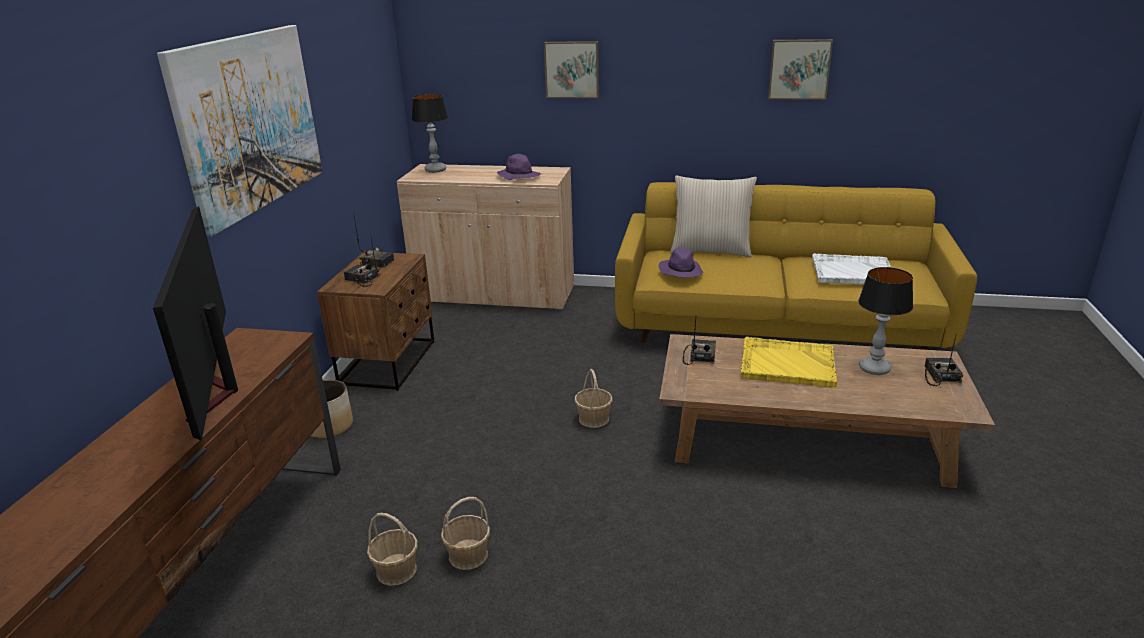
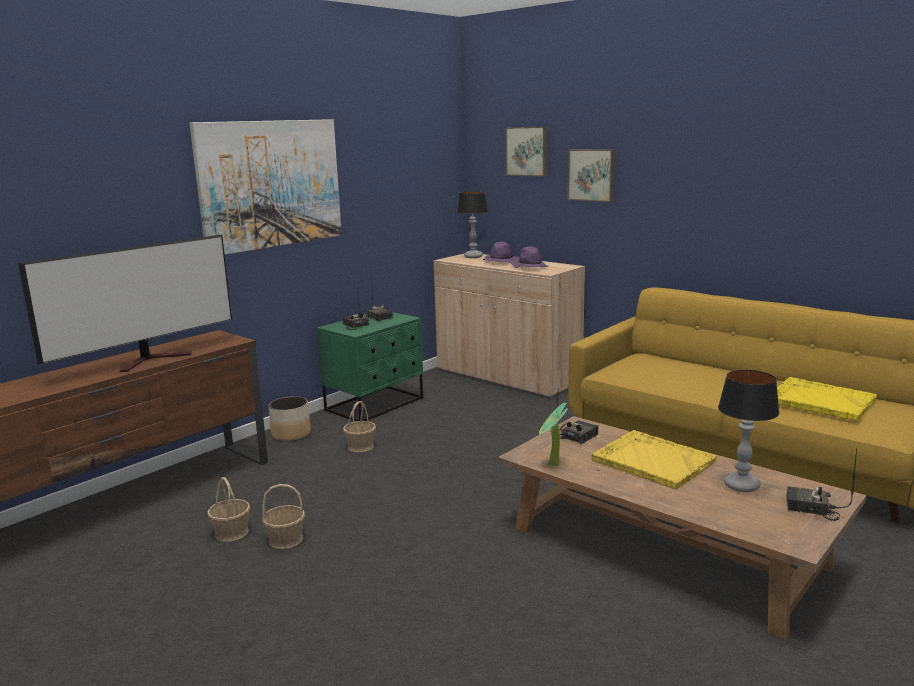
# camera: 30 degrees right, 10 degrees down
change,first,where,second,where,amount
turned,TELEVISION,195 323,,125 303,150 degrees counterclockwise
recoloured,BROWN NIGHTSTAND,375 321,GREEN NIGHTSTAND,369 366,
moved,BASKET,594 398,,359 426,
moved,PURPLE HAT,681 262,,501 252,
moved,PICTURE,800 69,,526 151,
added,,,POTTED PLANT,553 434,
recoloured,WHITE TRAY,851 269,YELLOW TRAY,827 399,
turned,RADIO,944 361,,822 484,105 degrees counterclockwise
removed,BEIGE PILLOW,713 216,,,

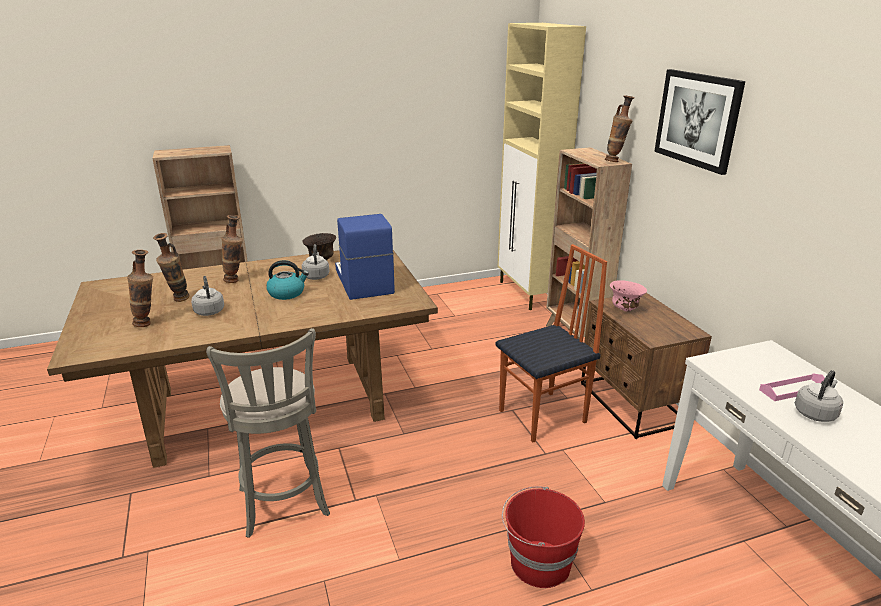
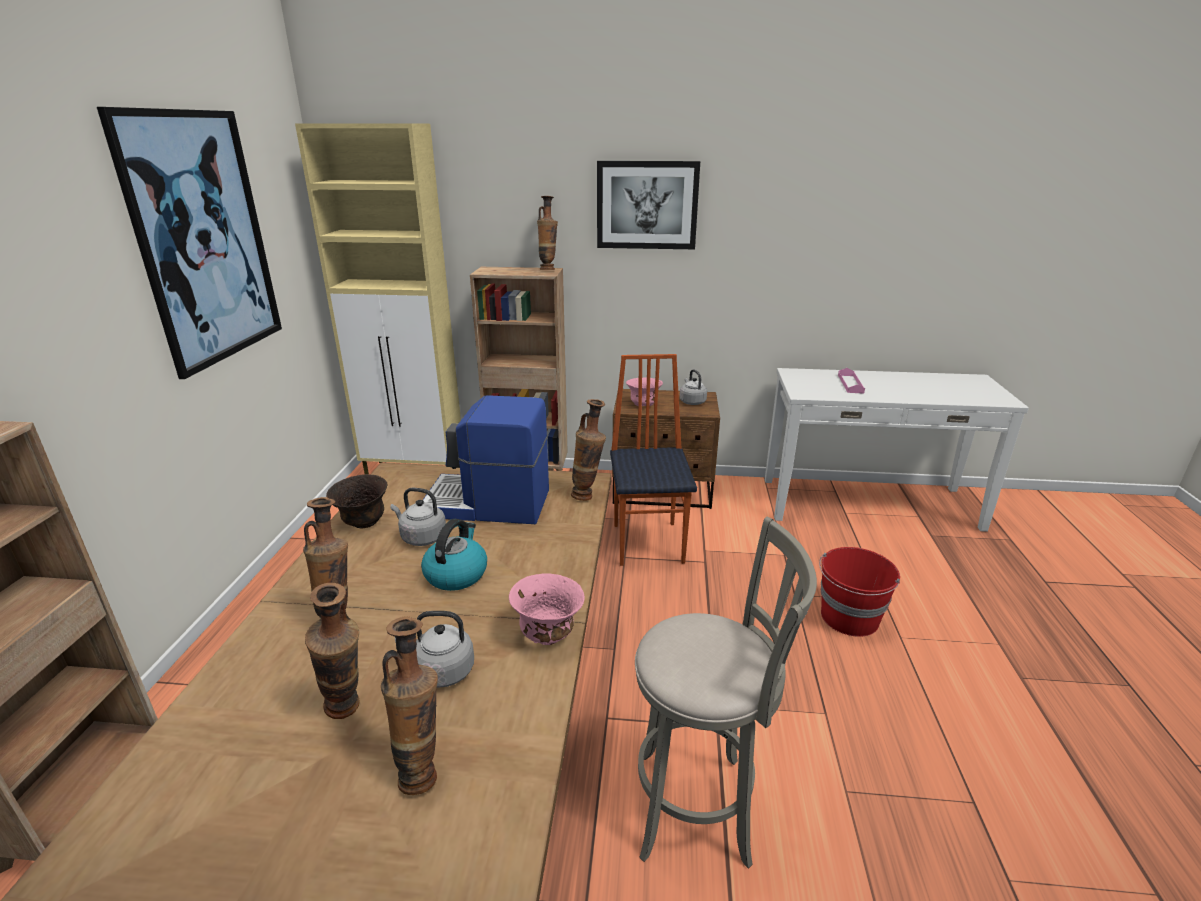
# camera: 65 degrees left, 0 degrees up
change,first,where,second,where,amount
added,,,PICTURE,189 243,
added,,,PINK BOWL,547 609,
added,,,VASE,588 450,
moved,GREY KETTLE,819 396,,693 387,

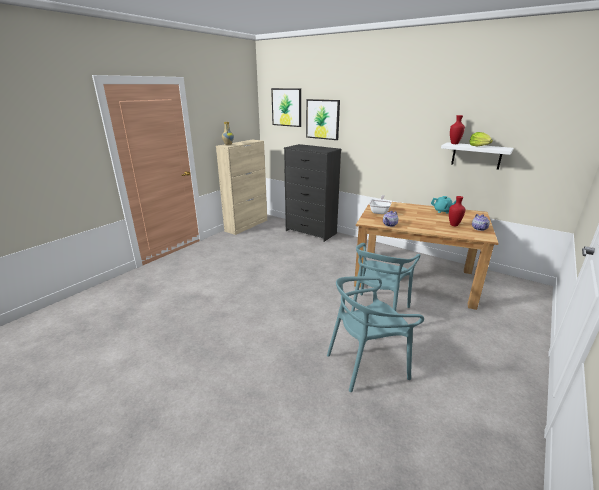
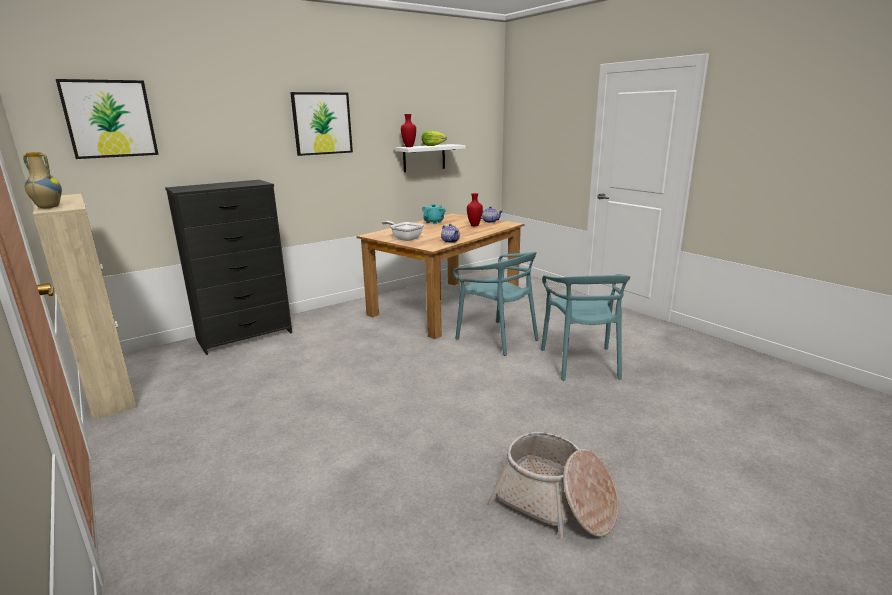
# camera: 70 degrees left, 5 degrees down
change,first,where,second,where,amount
moved,PICTURE,323 119,,321 124,
added,,,BASKET,553 485,

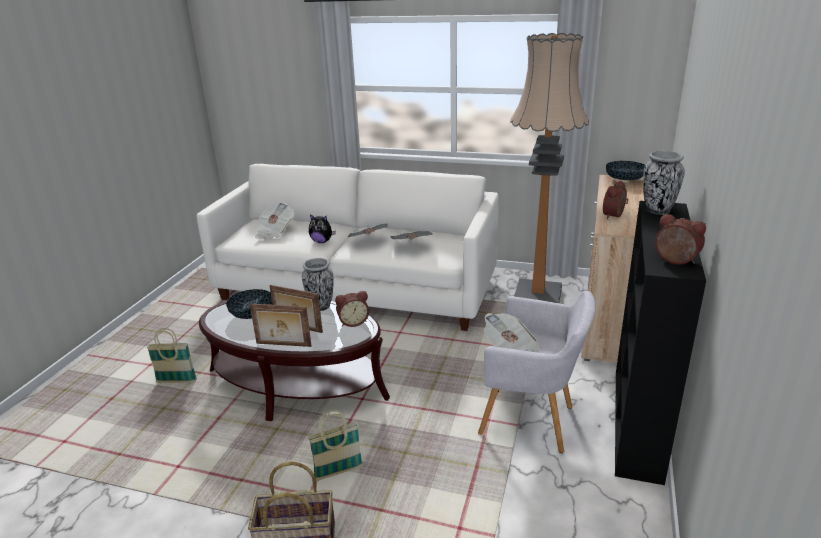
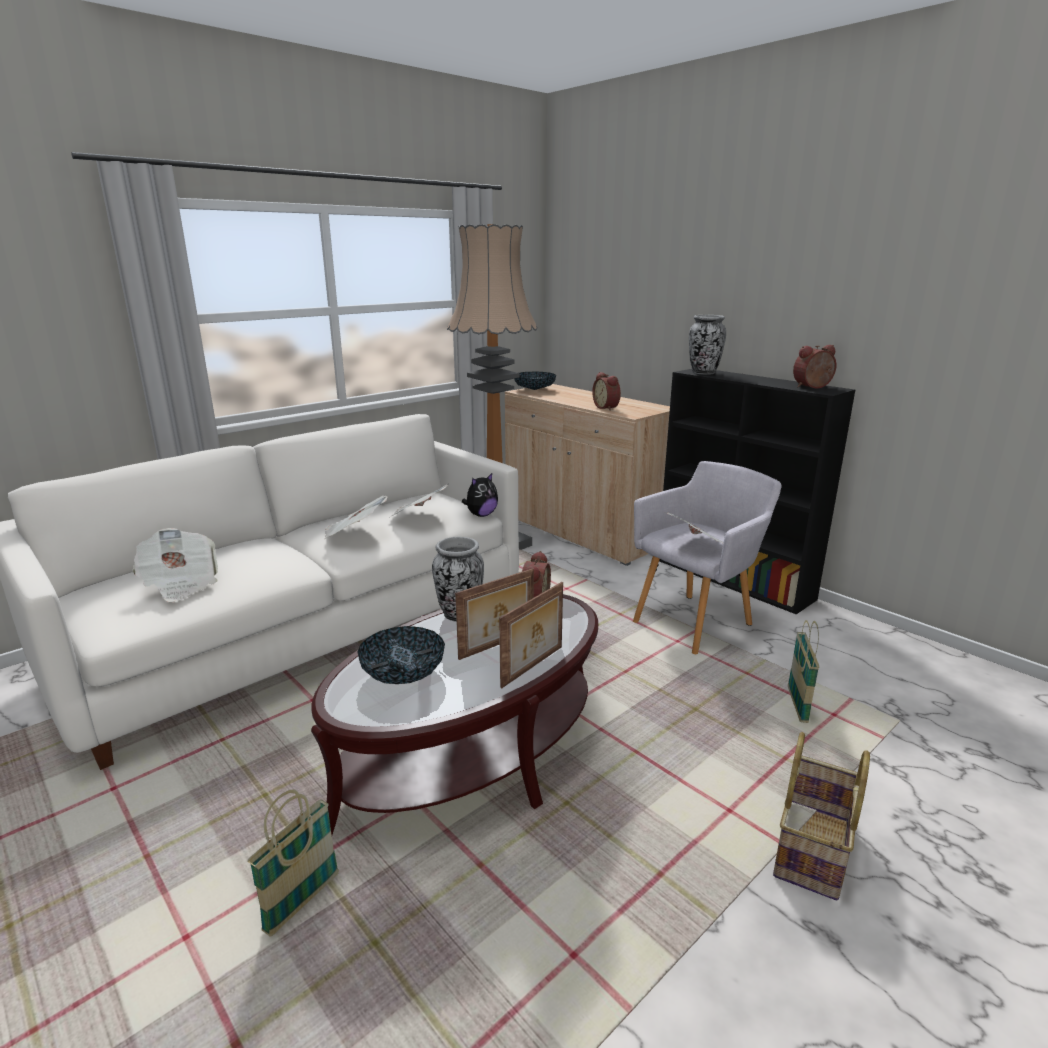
# camera: 60 degrees left, 5 degrees down
change,first,where,second,where,amount
moved,PLUSH TOY,322 228,,480 495,
moved,BASKET,335 445,,803 671,

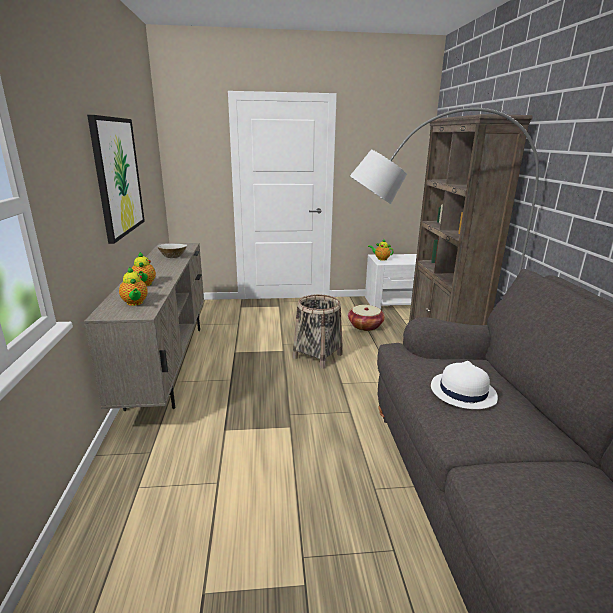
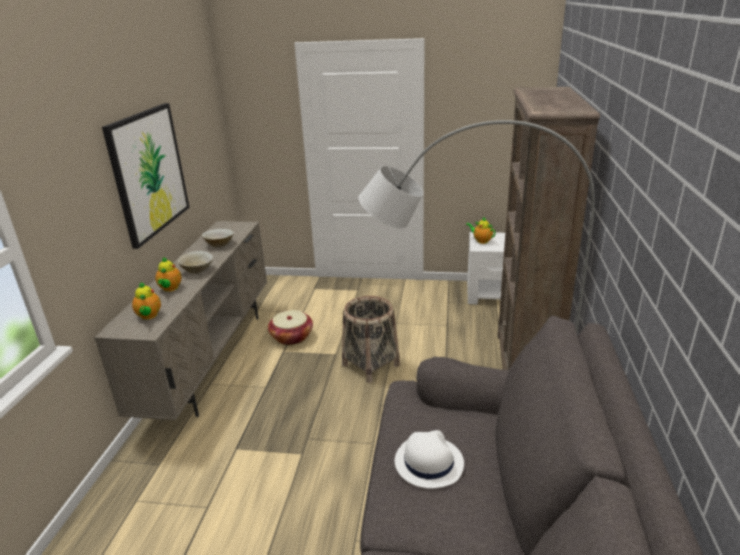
# camera: 15 degrees right, 5 degrees up
change,first,where,second,where,amount
added,,,BEIGE BOWL,195 262,
moved,BASKET,366 318,,290 327,

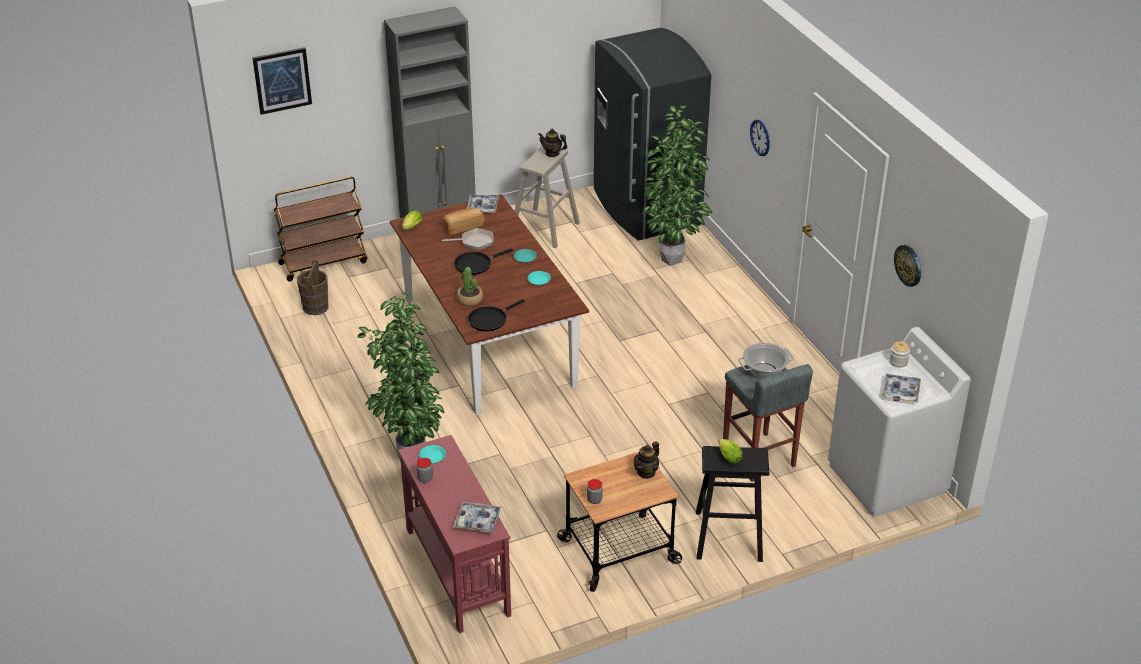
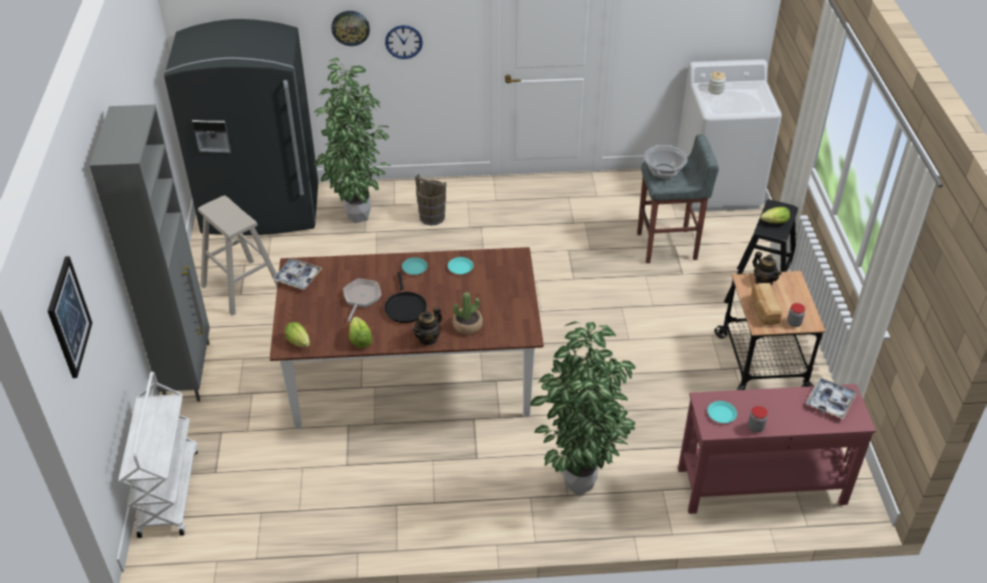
# camera: 70 degrees left, 5 degrees up
change,first,where,second,where,amount
recoloured,BROWN CART,320 229,WHITE CART,158 455,
moved,WALL CLOCK,907 266,,350 28,
added,,,LETTUCE,361 332,
moved,TEAPOT,553 143,,427 326,
moved,BROWN BUCKET,313 287,,430 200,
moved,BREAD,464 221,,766 304,
removed,BLACK FRYING PAN,496 315,,,
removed,TRAY,901 388,,,

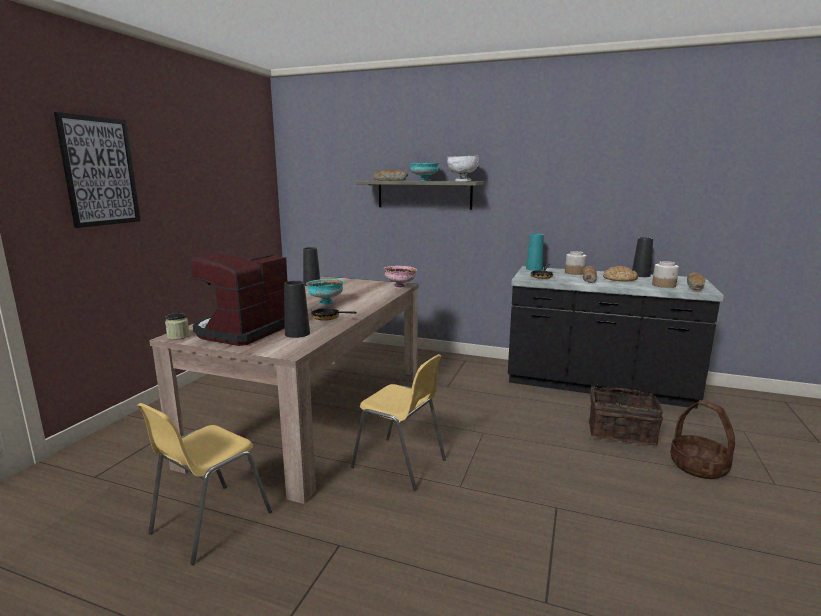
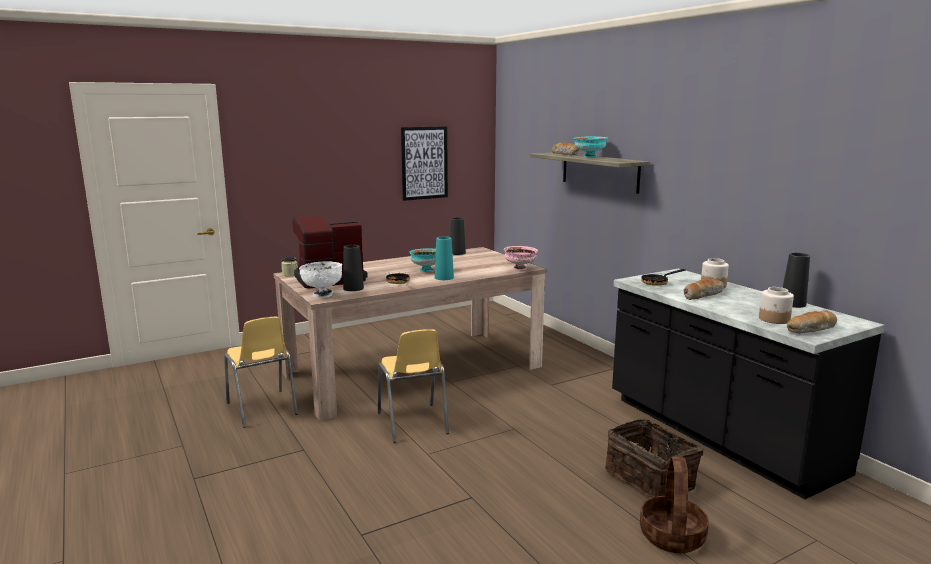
# camera: 40 degrees right, 0 degrees up
change,first,where,second,where,amount
turned,YELLOW CHAIR,204 484,,261 372,105 degrees counterclockwise
moved,WHITE BOWL,463 168,,320 280,
moved,PICTURE,97 170,,424 163,
moved,TURQUOISE VASE,535 252,,444 258,
removed,BREAD,620 273,,,

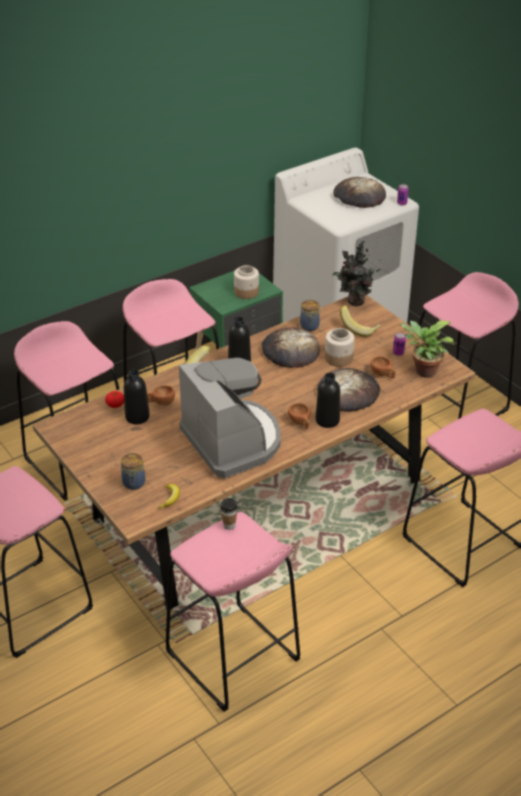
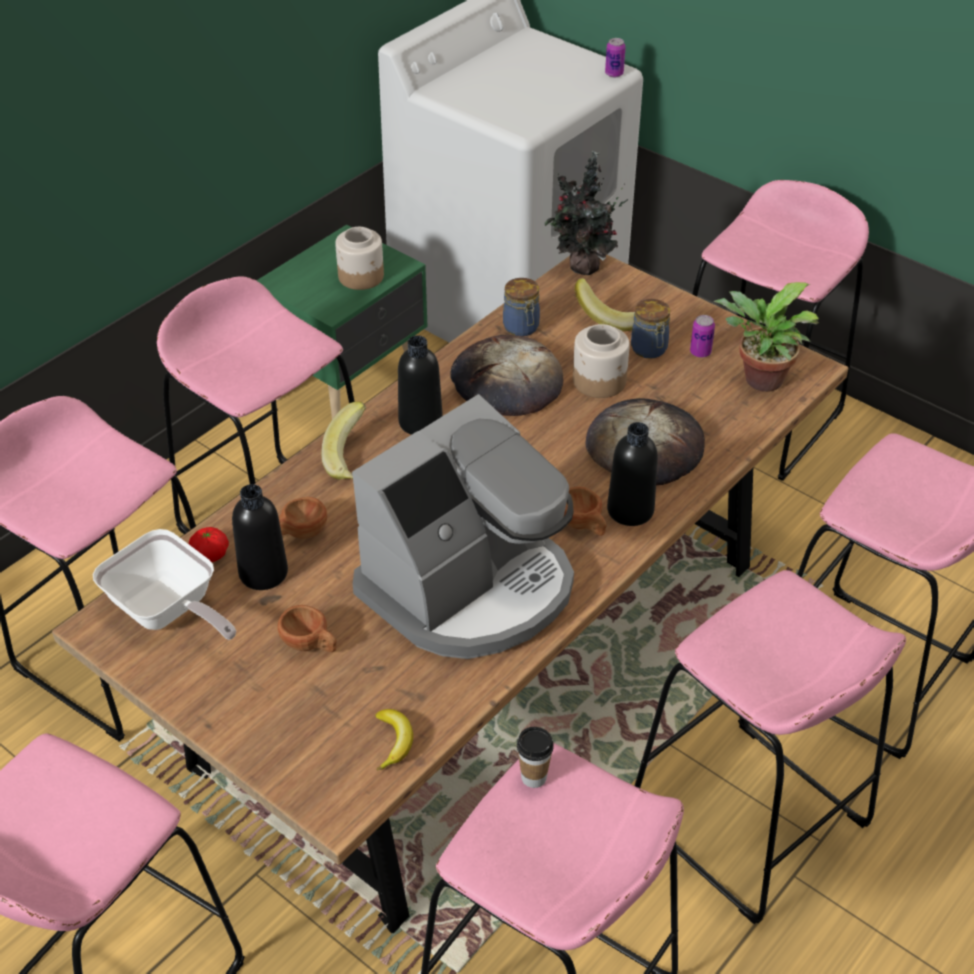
# camera: 15 degrees left, 5 degrees up
change,first,where,second,where,amount
added,,,FRYING PAN,164 584,
moved,BROWN CUP,383 367,,307 628,
turned,COFFEE MACHINE,230 418,,463 526,90 degrees clockwise
moved,JAR,133 471,,650 329,
added,,,PINK STOOL,770 747,
removed,BREAD,359 192,,,

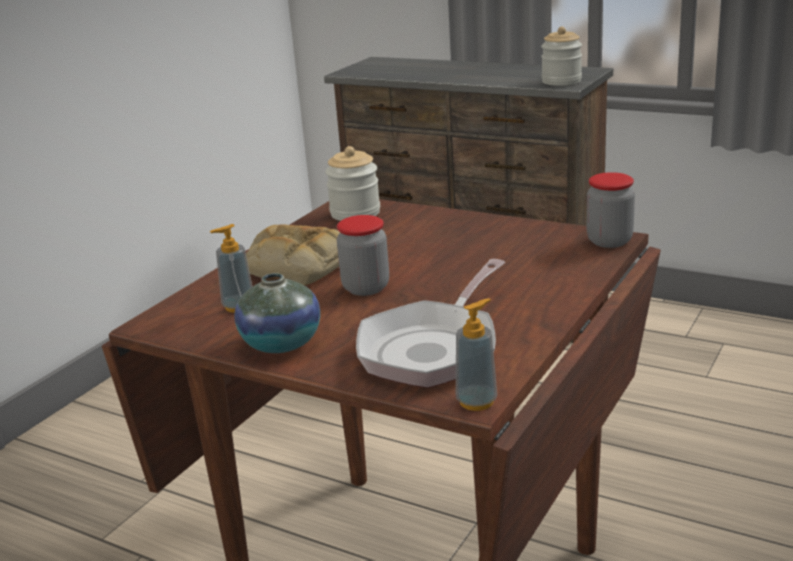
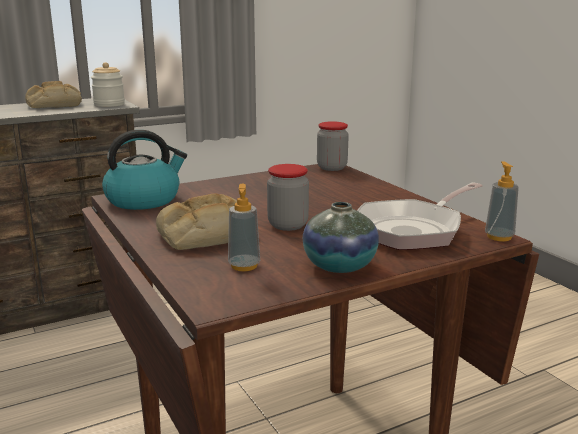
# camera: 60 degrees left, 5 degrees down
change,first,where,second,where,amount
added,,,BREAD,53 94,
replaced,JAR,352 183,KETTLE,144 170,
turned,FRYING PAN,430 323,,420 216,75 degrees clockwise

